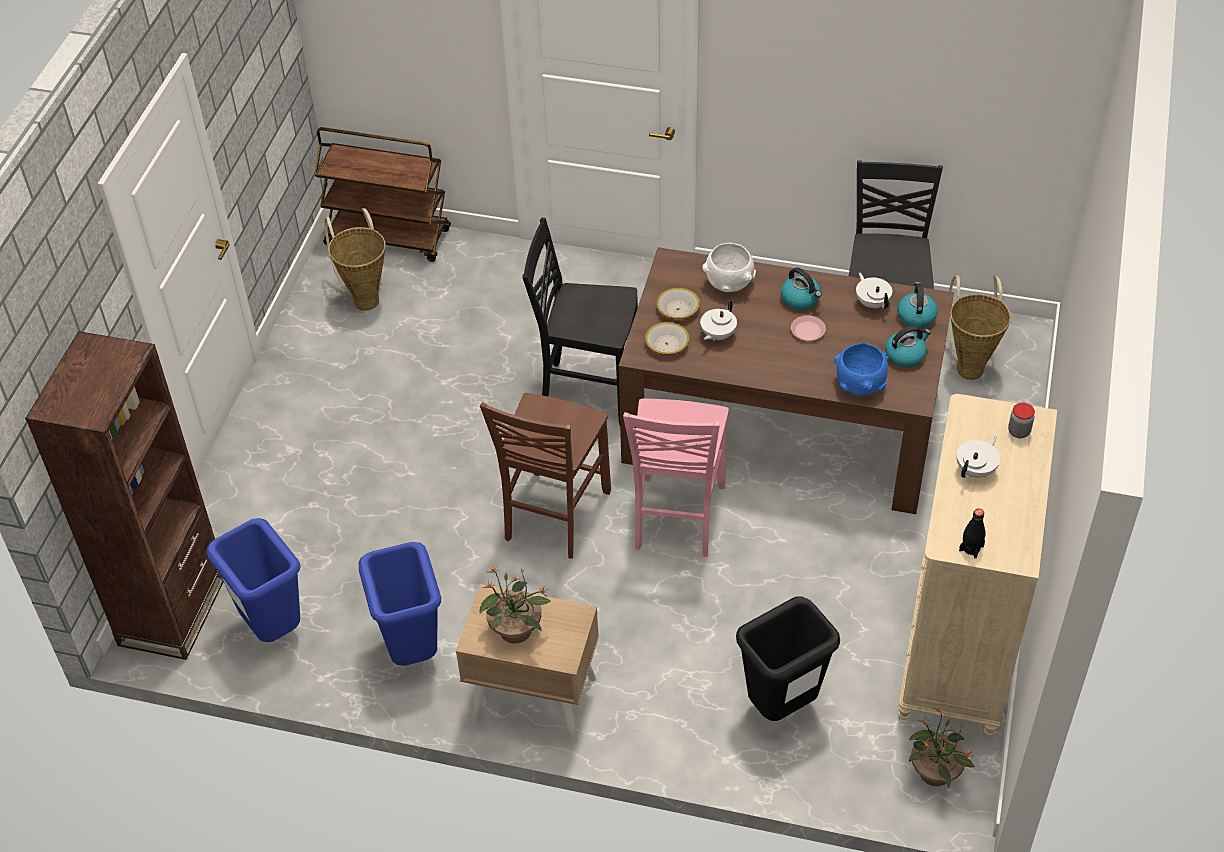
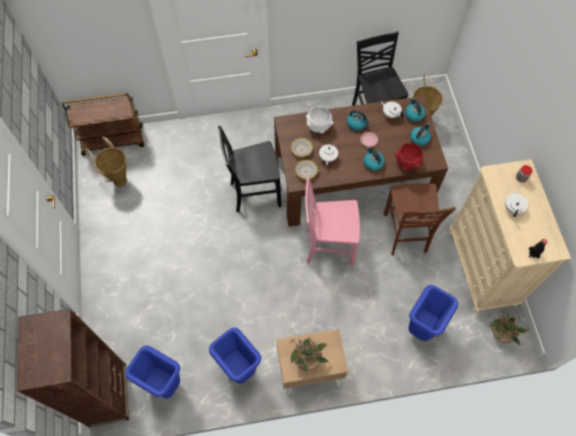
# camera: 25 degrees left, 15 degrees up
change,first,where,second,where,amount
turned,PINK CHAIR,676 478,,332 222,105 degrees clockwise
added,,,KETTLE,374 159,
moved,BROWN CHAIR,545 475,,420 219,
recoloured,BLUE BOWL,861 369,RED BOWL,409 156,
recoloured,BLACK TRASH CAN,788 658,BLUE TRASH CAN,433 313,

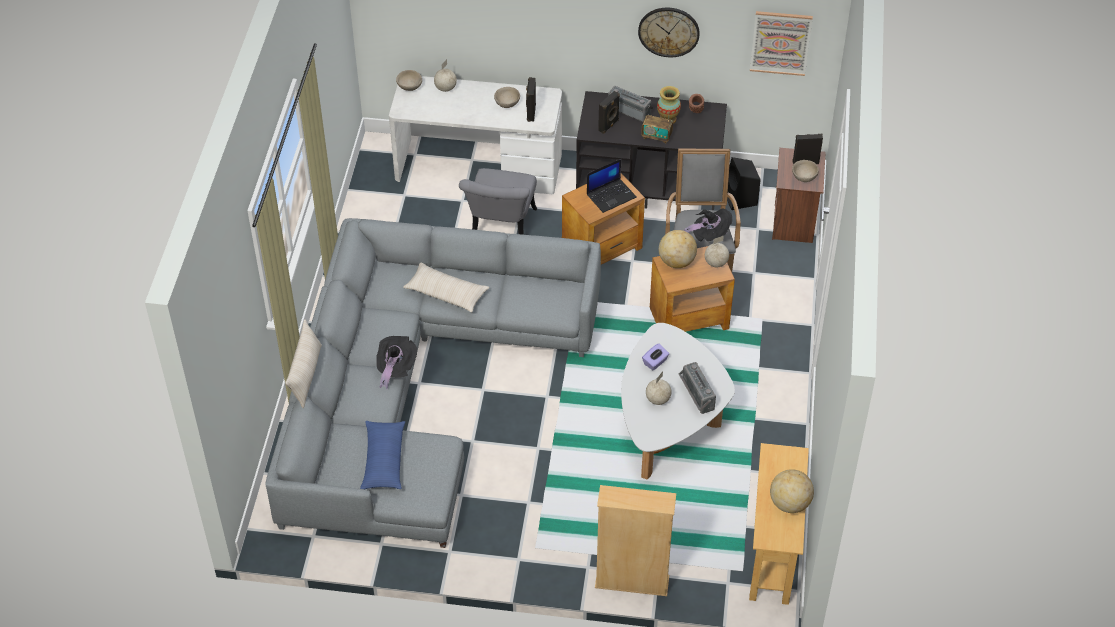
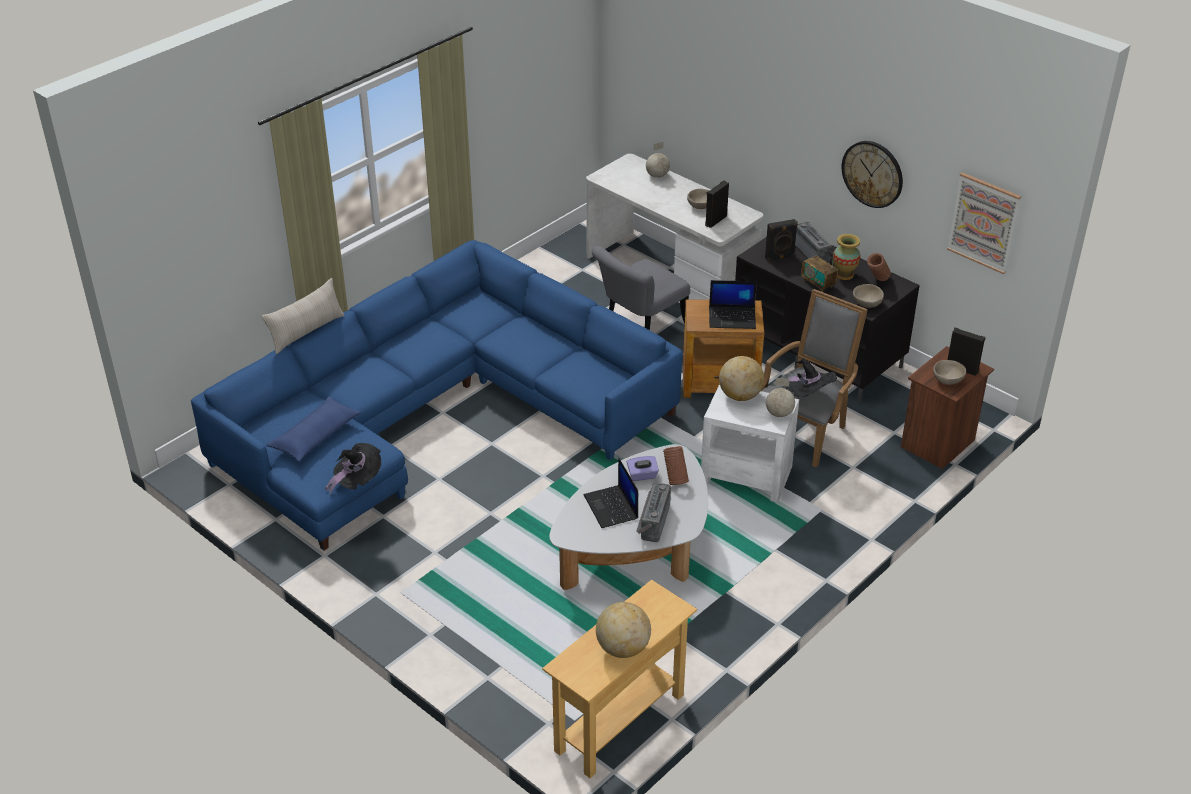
# camera: 35 degrees right, 10 degrees down
change,first,where,second,where,amount
recoloured,GREY SOFA,433 383,BLUE SOFA,437 395,
moved,BLACK HAT,396 363,,353 469,
replaced,GLOBE,659 388,LAPTOP,611 493,
added,,,BROWN VASE,676 465,
recoloured,BROWN SIDE TABLE,692 289,WHITE SIDE TABLE,750 443,
moved,BEIGE BOWL,409 80,,868 296,
removed,BEIGE PILLOW,446 287,,,
removed,BEIGE BOOKCASE,635 540,,,
removed,BLACK SPEAKER,744 183,,,

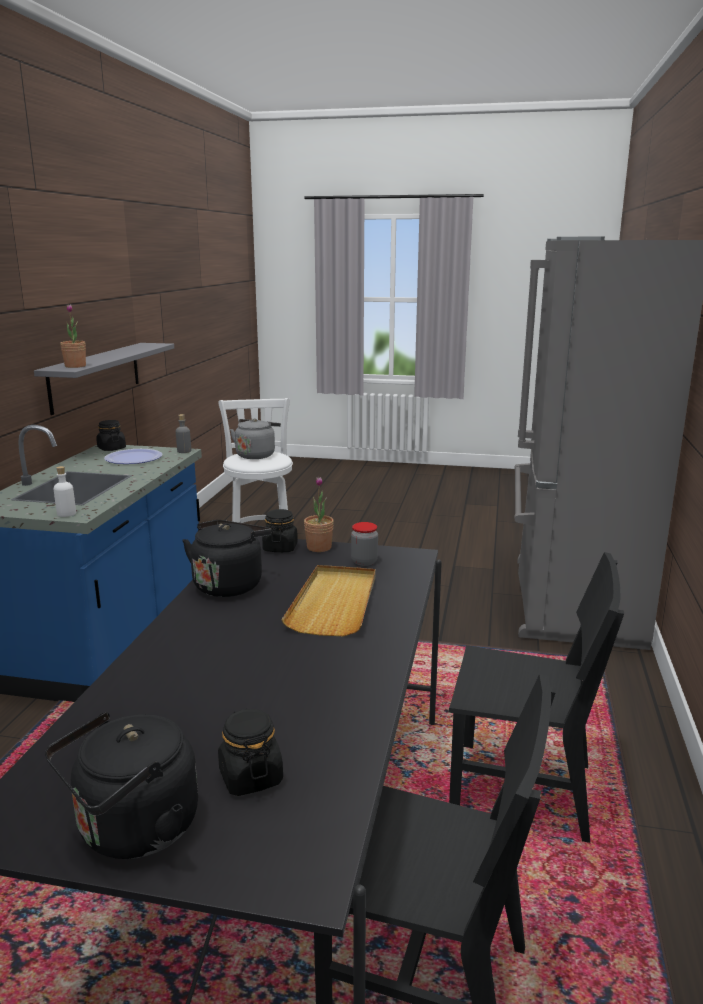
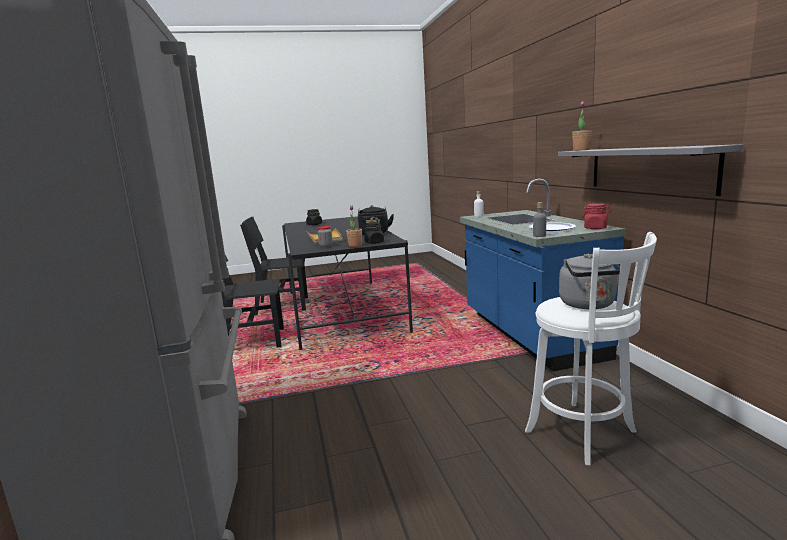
# camera: 155 degrees right, 5 degrees down
change,first,where,second,where,amount
recoloured,BLACK JAR,111 435,RED JAR,596 216,
removed,BLACK KETTLE,121 785,,,

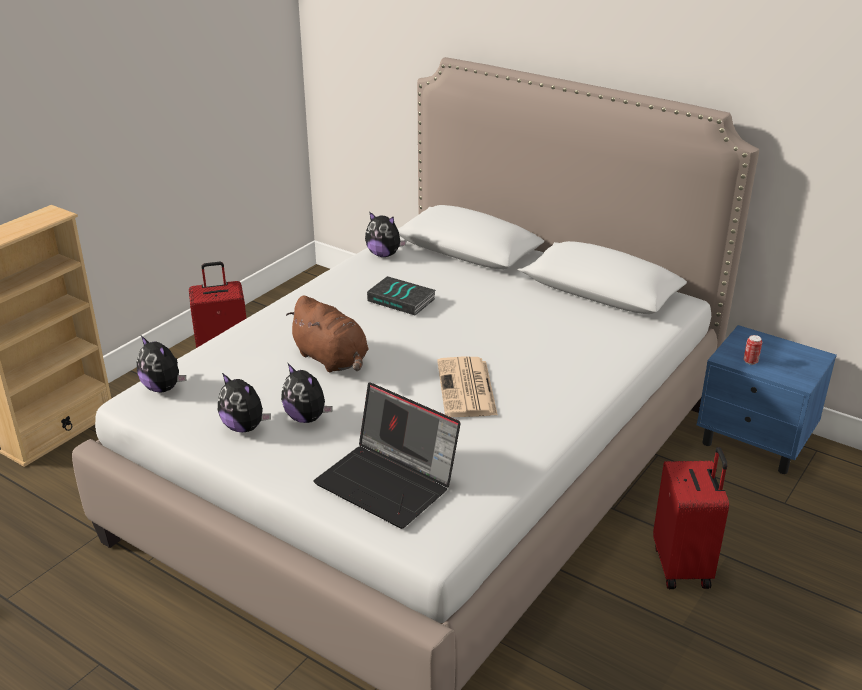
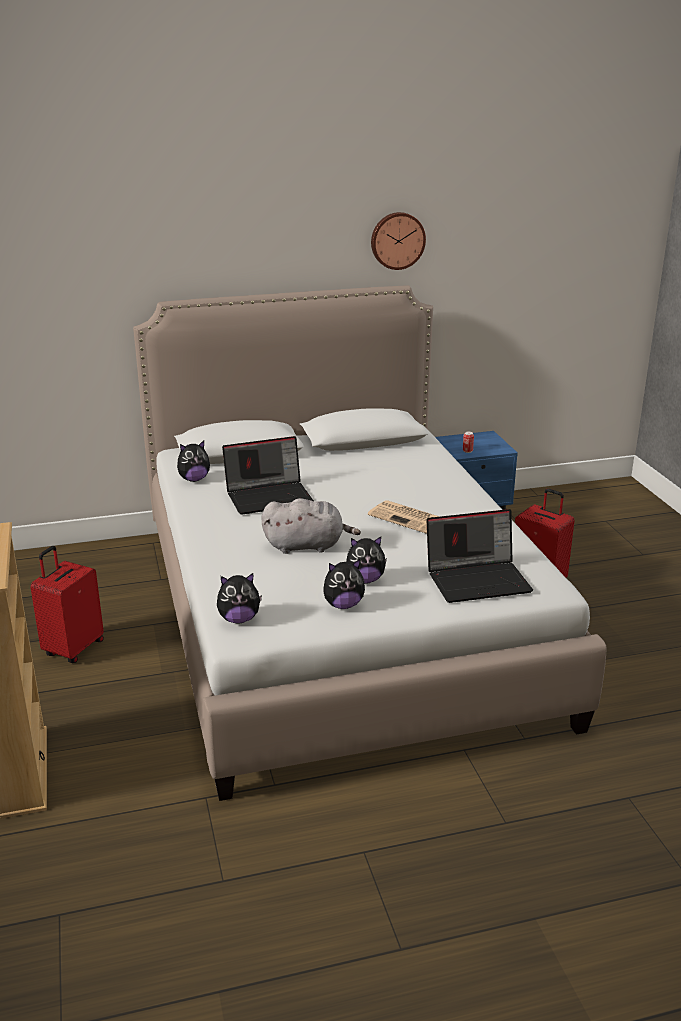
# camera: 50 degrees left, 5 degrees down
change,first,where,second,where,amount
replaced,BOOK,401 295,LAPTOP,268 475,
recoloured,BROWN PLUSH TOY,327 334,GREY PLUSH TOY,311 526,
added,,,WALL CLOCK,398 241,

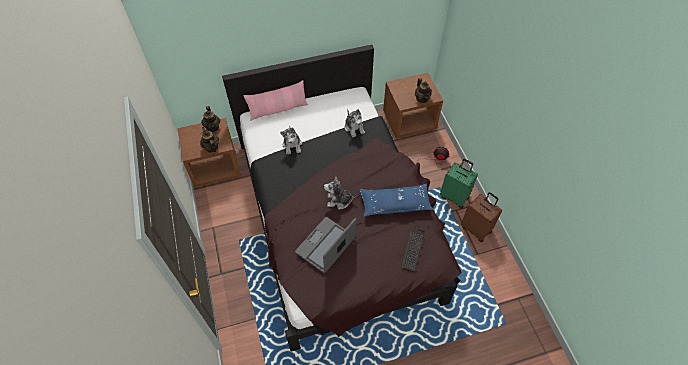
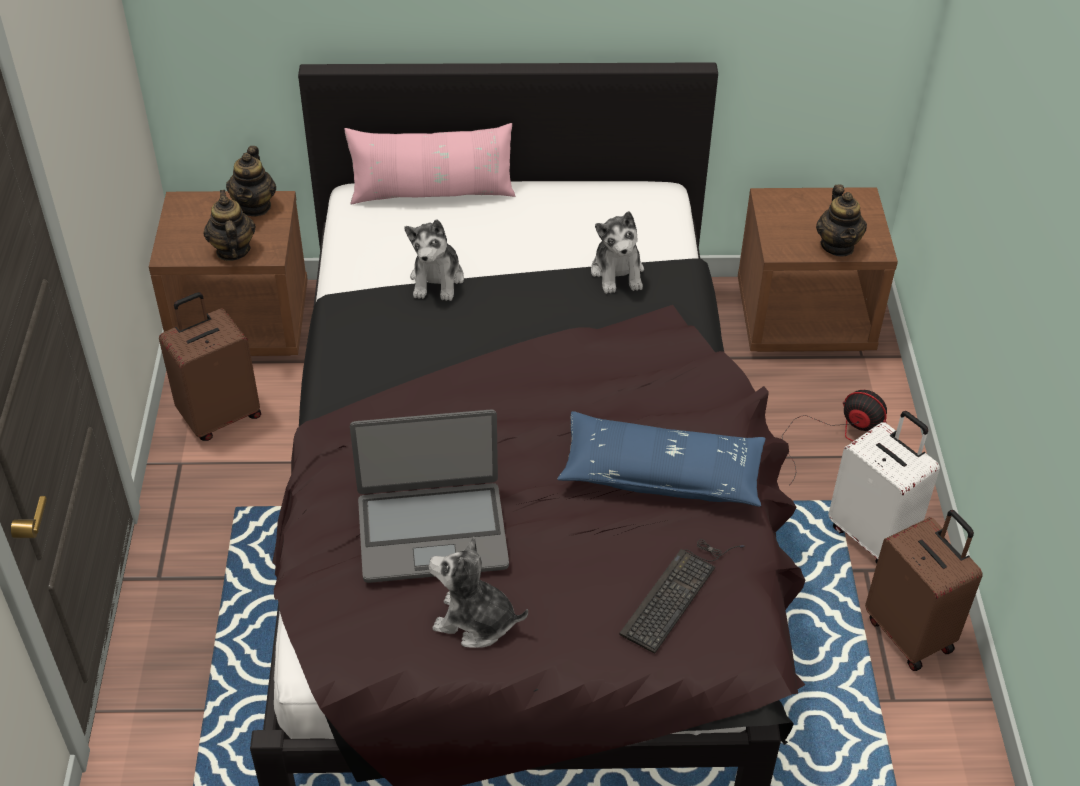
# camera: 15 degrees right, 10 degrees down
change,first,where,second,where,amount
added,,,BROWN SUITCASE,210 366,
turned,LAPTOP,326 245,,429 496,150 degrees counterclockwise
moved,PLUSH TOY,340 193,,478 592,
recoloured,GREEN SUITCASE,459 184,WHITE SUITCASE,884 487,

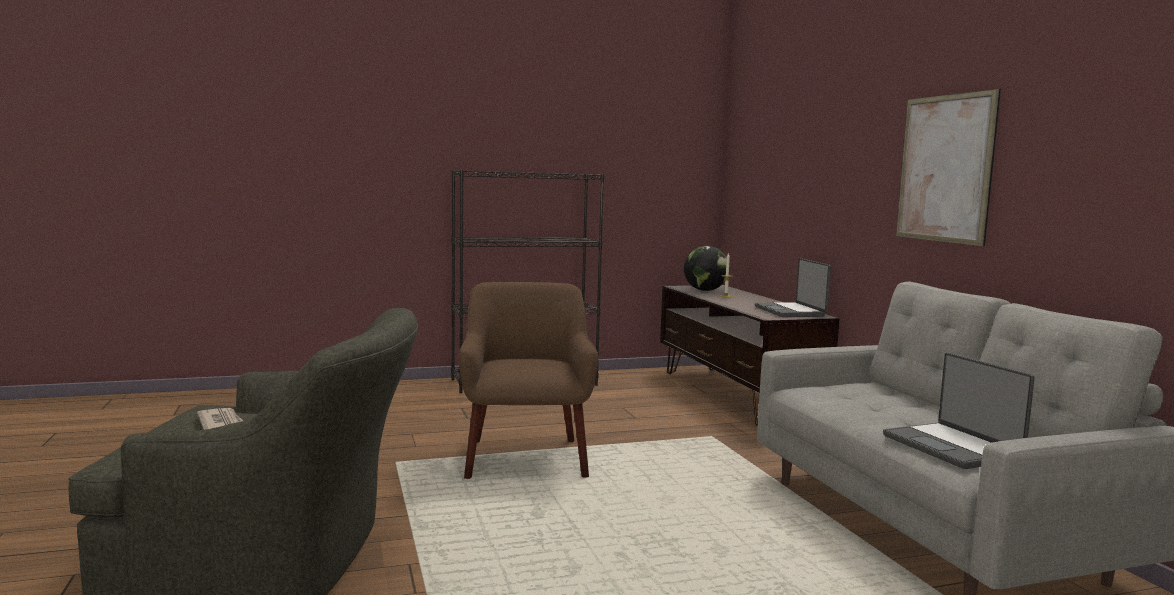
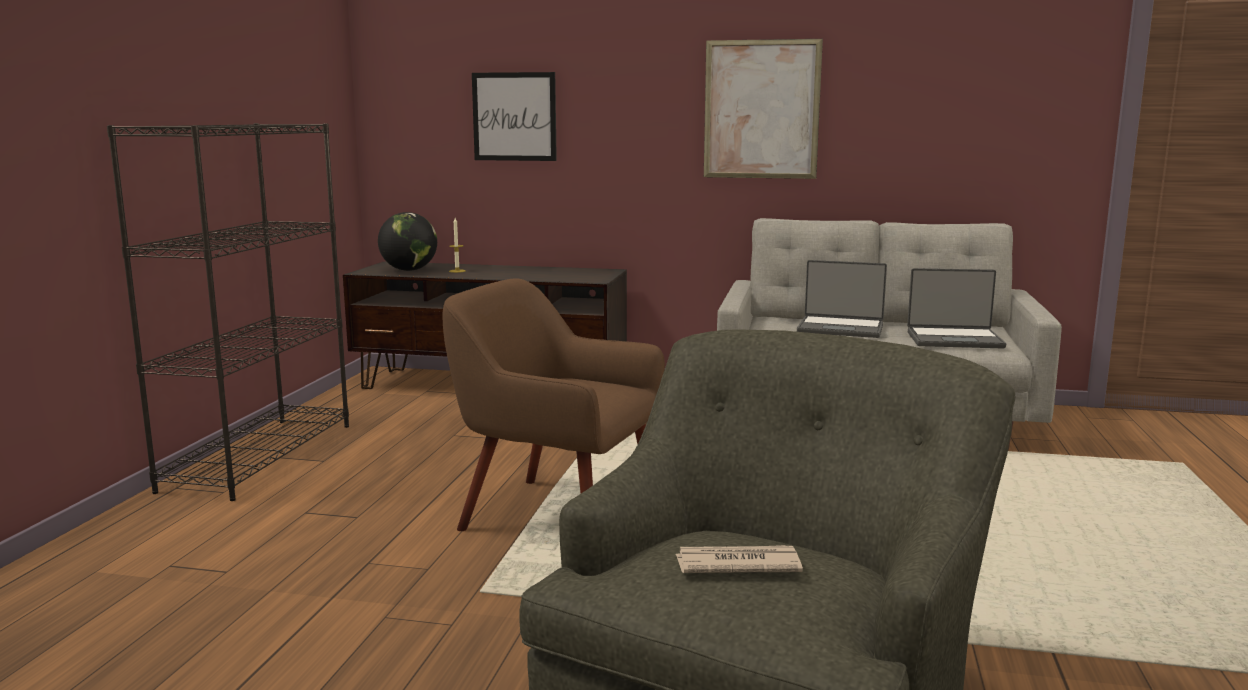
# camera: 60 degrees left, 5 degrees up
change,first,where,second,where,amount
added,,,PICTURE,514 116,
moved,LAPTOP,793 287,,842 299,

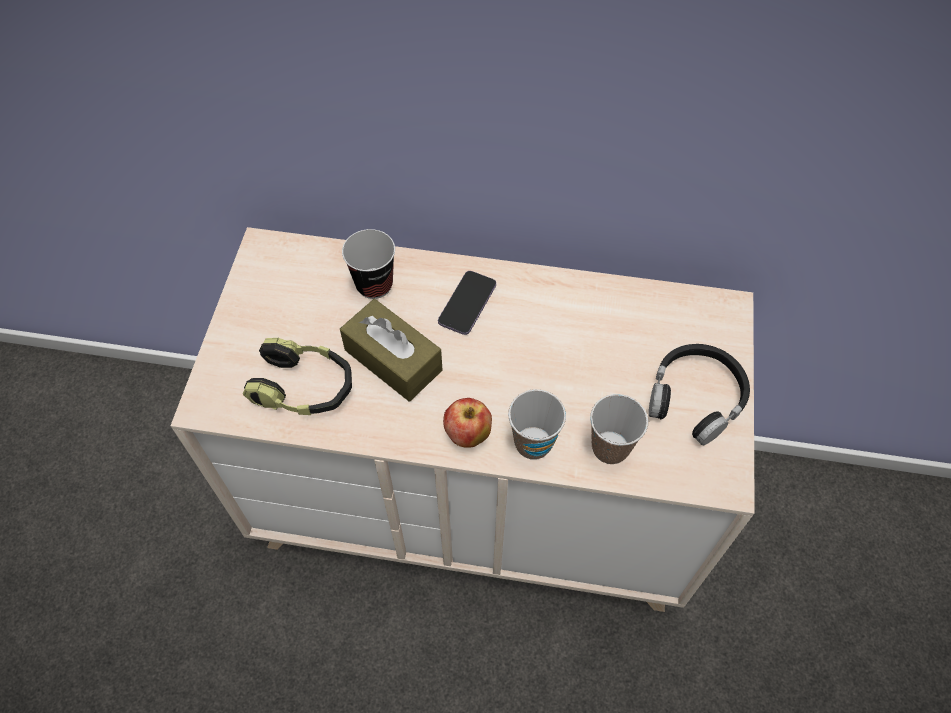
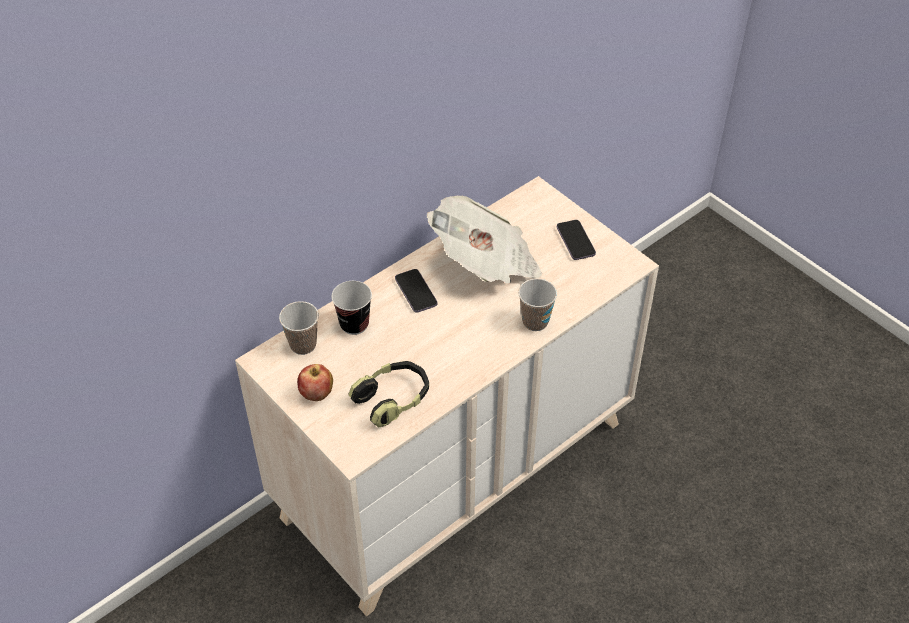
# camera: 50 degrees left, 10 degrees down
change,first,where,second,where,amount
moved,CUP,619 429,,299 328,
moved,APPLE,467 422,,315 382,
added,,,NEWSPAPER,485 240,
replaced,BLACK HEADPHONES,699 394,PHONE,576 240,
removed,BROWN TISSUE BOX,391 350,,,

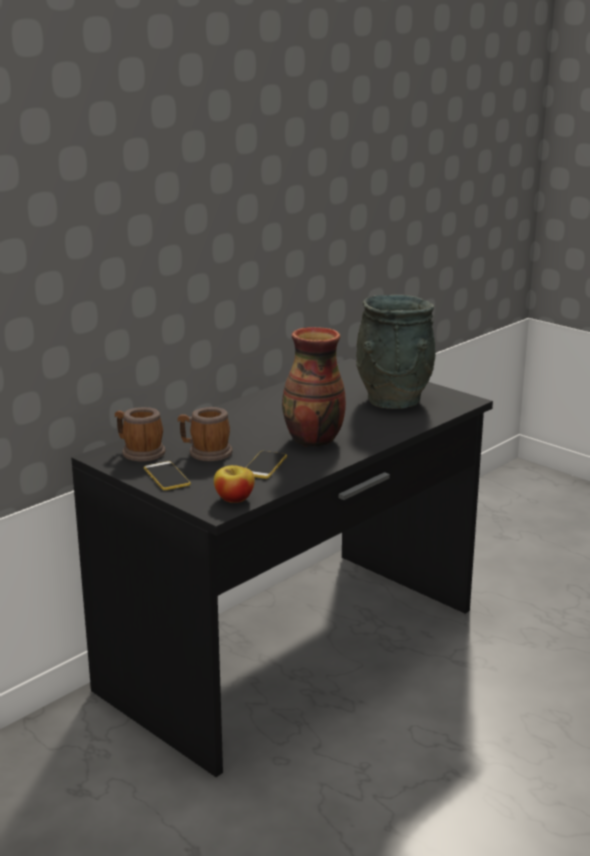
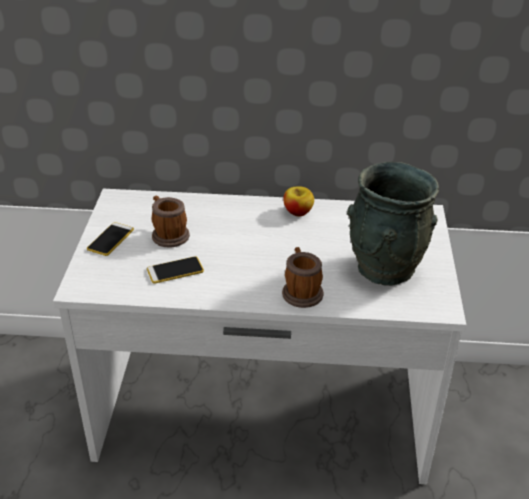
# camera: 50 degrees right, 15 degrees up
change,first,where,second,where,amount
recoloured,BLACK DESK,282 567,WHITE DESK,259 336,
moved,MUG,140 434,,302 277,
moved,APPLE,234 484,,298 201,
removed,VASE,314 387,,,

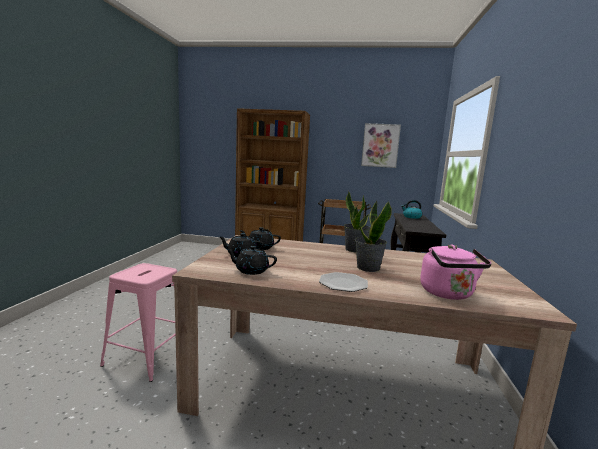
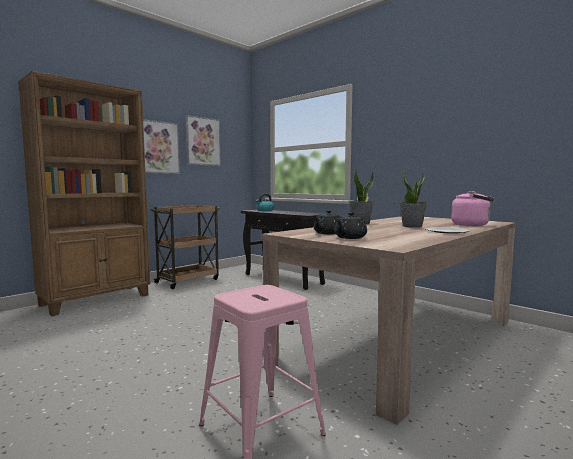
# camera: 55 degrees left, 5 degrees down
change,first,where,second,where,amount
added,,,PICTURE,161 146,
removed,BLACK TEAPOT,251 260,,,

